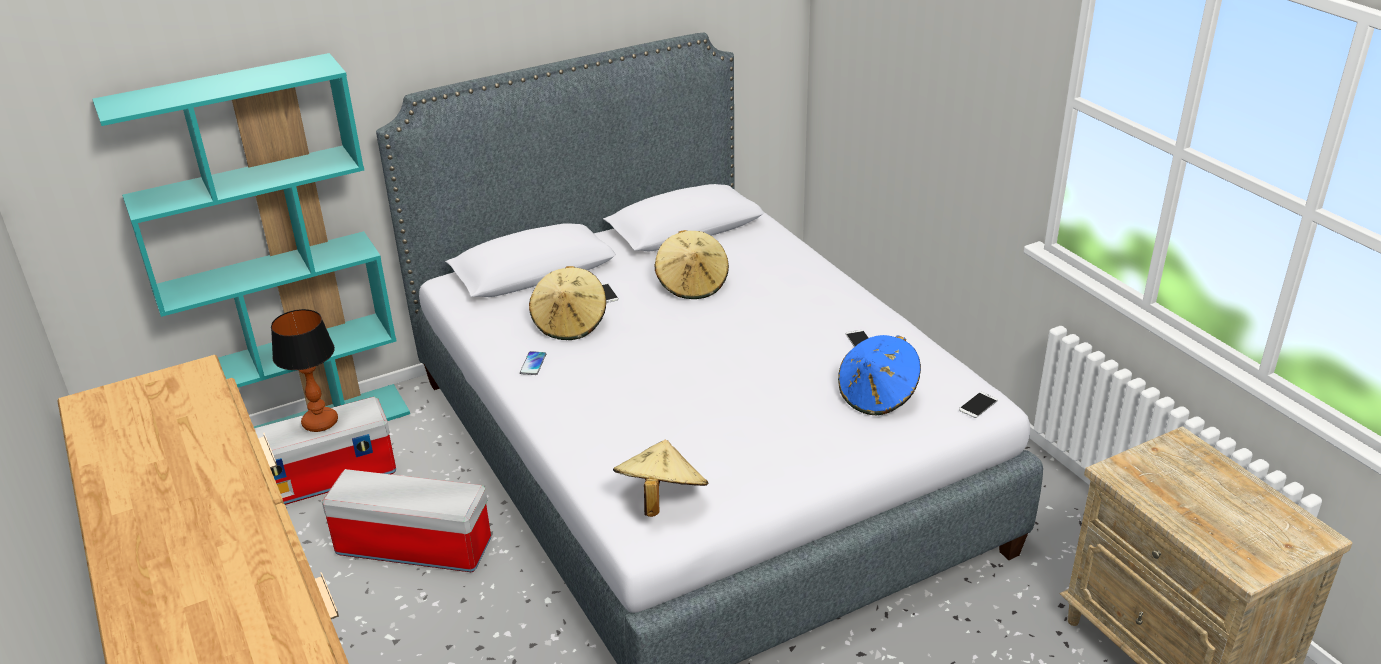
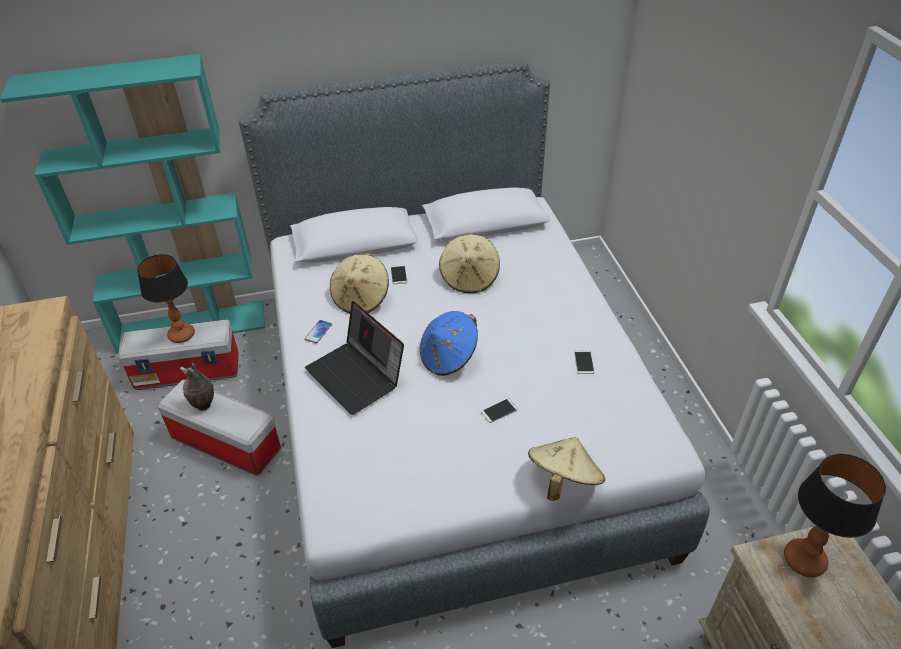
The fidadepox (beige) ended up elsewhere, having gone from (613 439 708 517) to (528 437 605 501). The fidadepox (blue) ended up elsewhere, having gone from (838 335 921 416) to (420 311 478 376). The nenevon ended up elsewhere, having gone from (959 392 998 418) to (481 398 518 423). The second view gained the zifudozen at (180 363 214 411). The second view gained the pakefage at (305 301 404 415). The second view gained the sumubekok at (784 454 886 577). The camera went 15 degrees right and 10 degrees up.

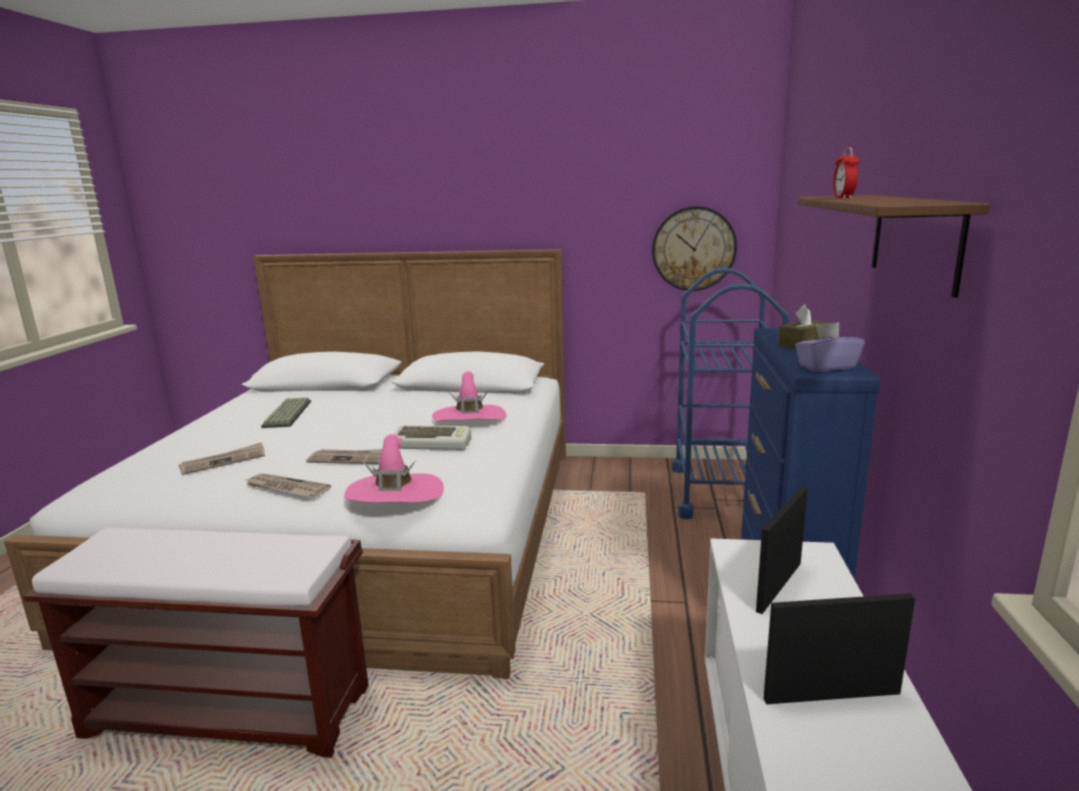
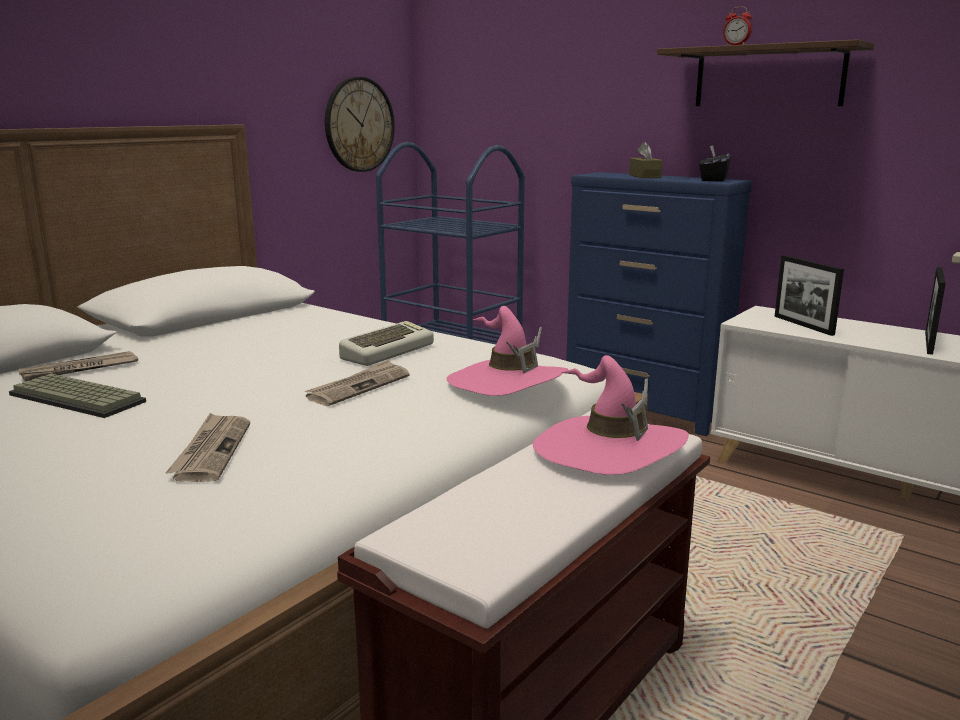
The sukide ended up elsewhere, having gone from (246 474 331 497) to (18 351 138 381). The fidadepox (pink) ended up elsewhere, having gone from (432 371 507 421) to (533 355 689 475). What was the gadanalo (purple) at (795 322 865 372) turned into the gadanalo (black) at (699 145 730 182). The camera went 60 degrees left and 0 degrees up.

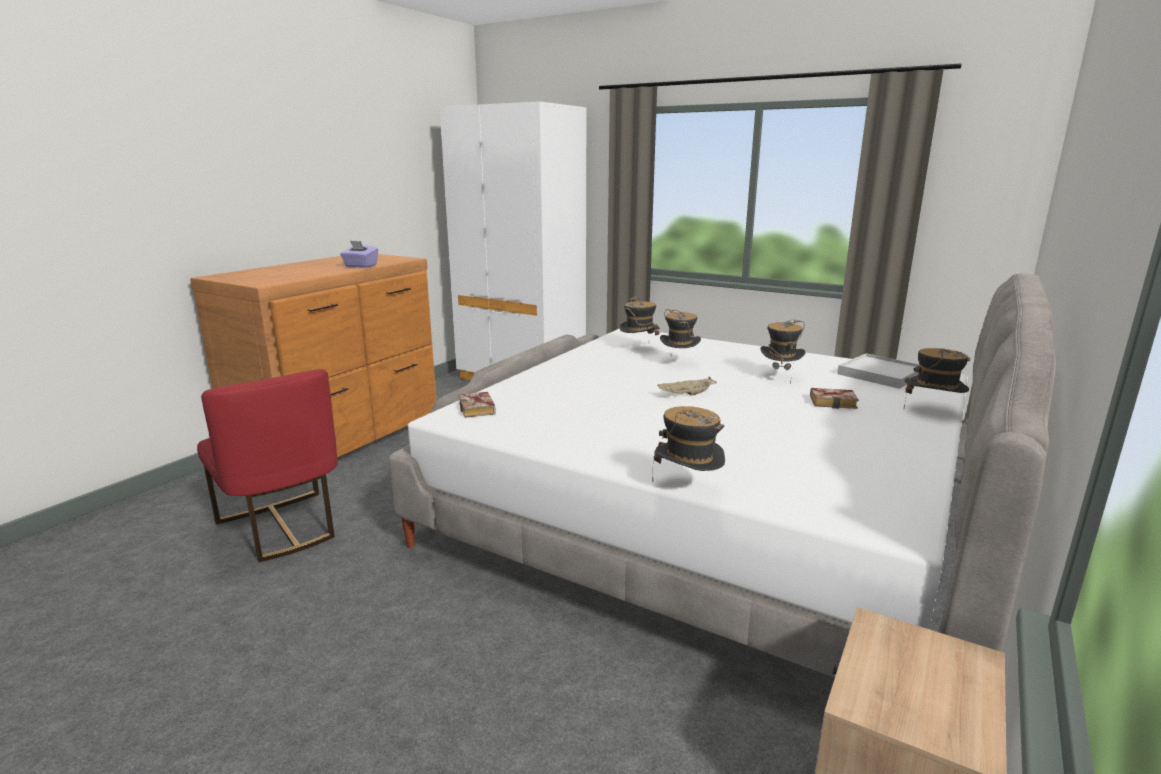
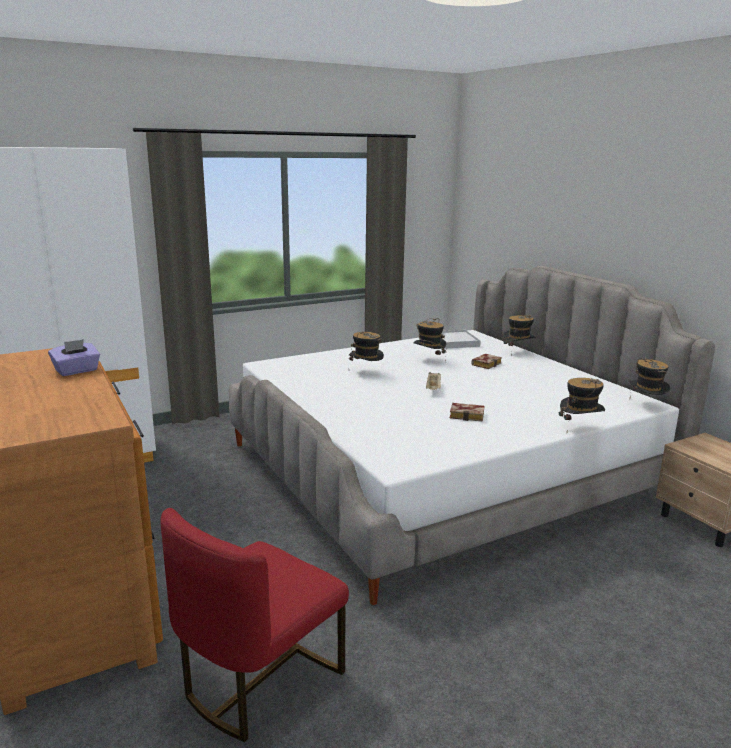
The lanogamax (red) at (197 369 338 562) ended up facing another way, 135 degrees clockwise from before. The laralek ended up elsewhere, having gone from (459 392 496 418) to (450 403 484 422). The fidadepox ended up elsewhere, having gone from (620 296 660 336) to (629 358 671 395). The camera went 60 degrees left and 0 degrees up.

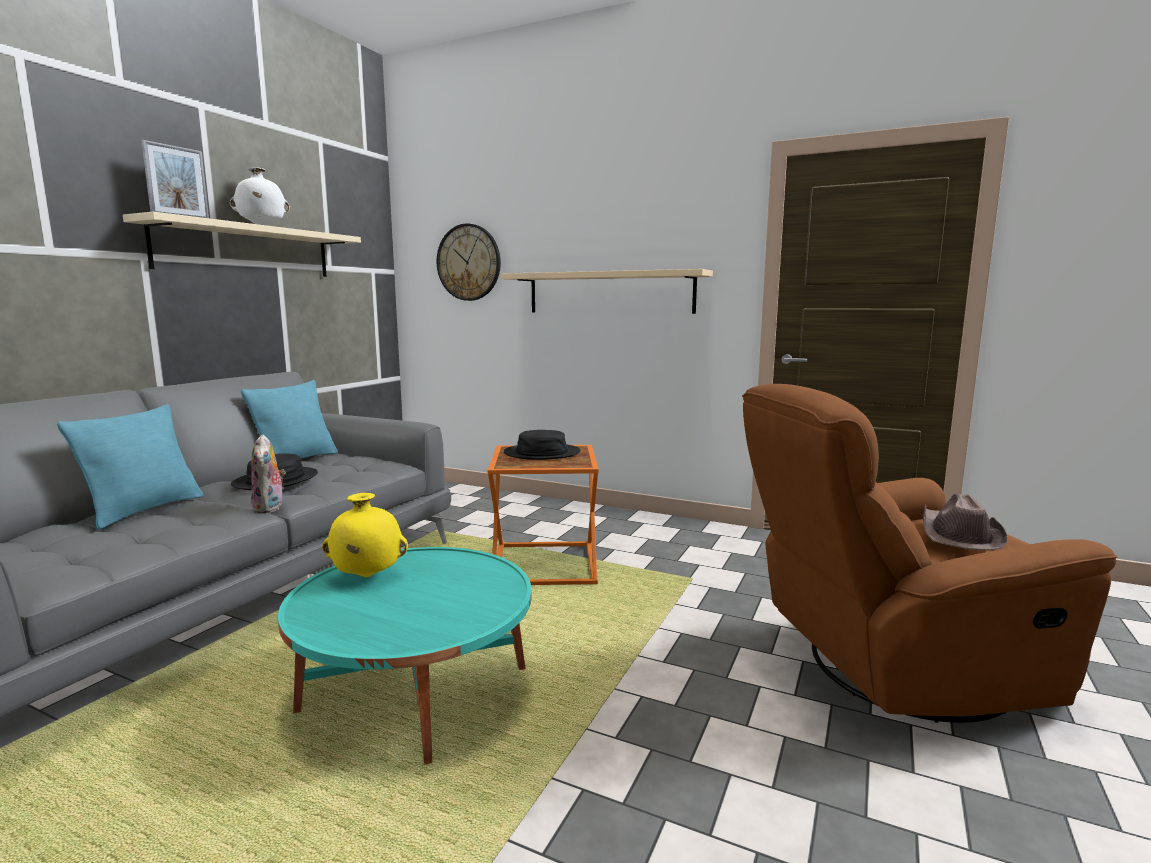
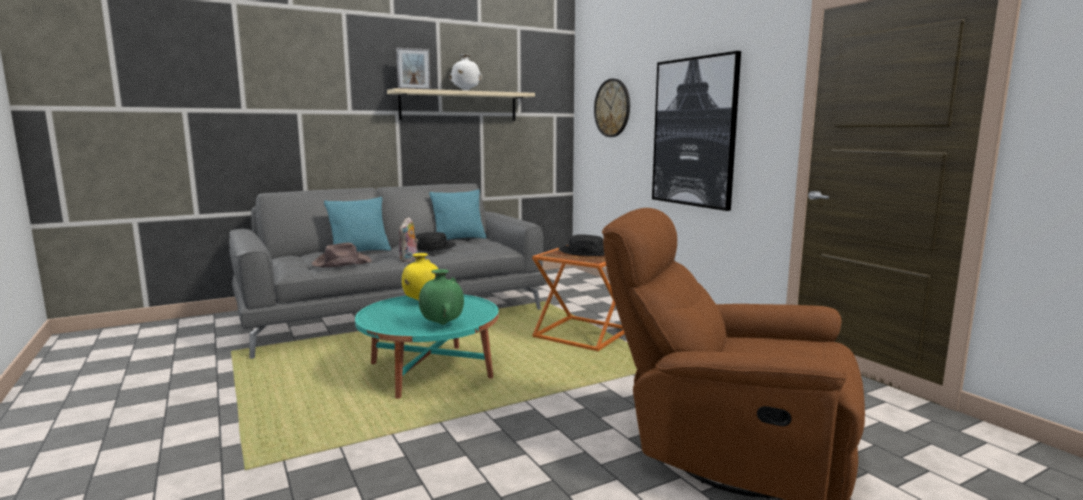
Where the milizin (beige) hung at (501 269 713 314), the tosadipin came to hang at (652 51 741 211). The fidadepox (brown) ended up elsewhere, having gone from (923 493 1008 551) to (312 242 371 267). The second view gained the zifudozen (green) at (419 269 464 325). The camera went 35 degrees right and 0 degrees up.

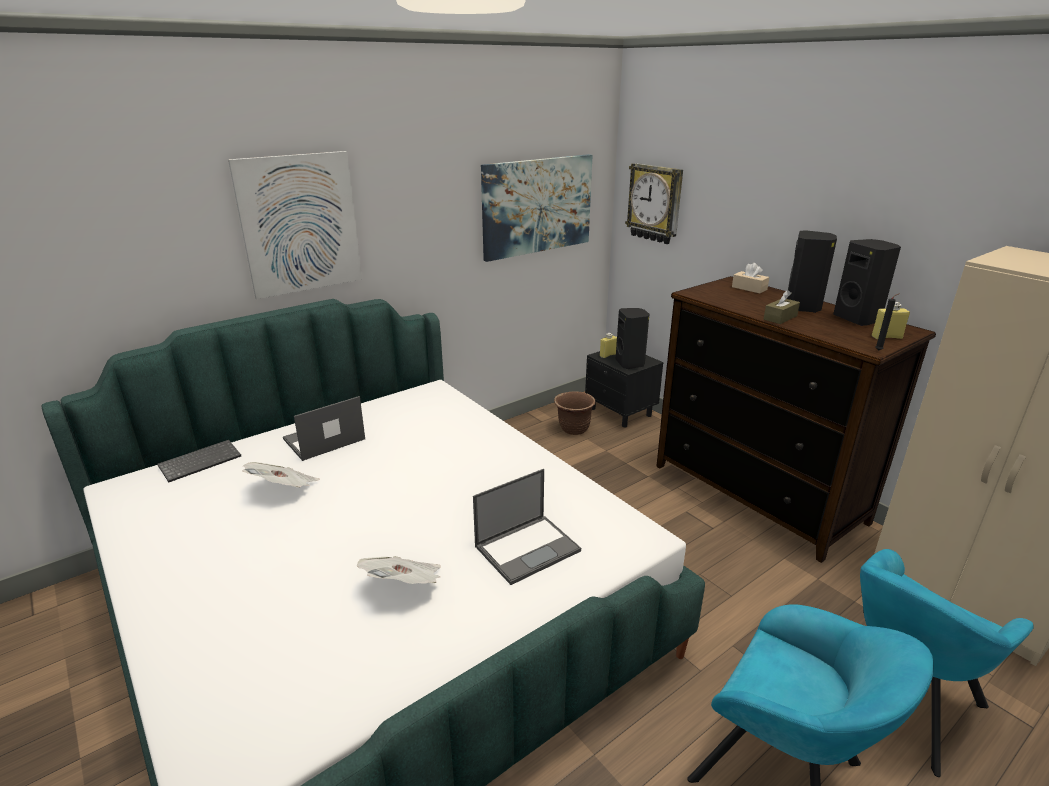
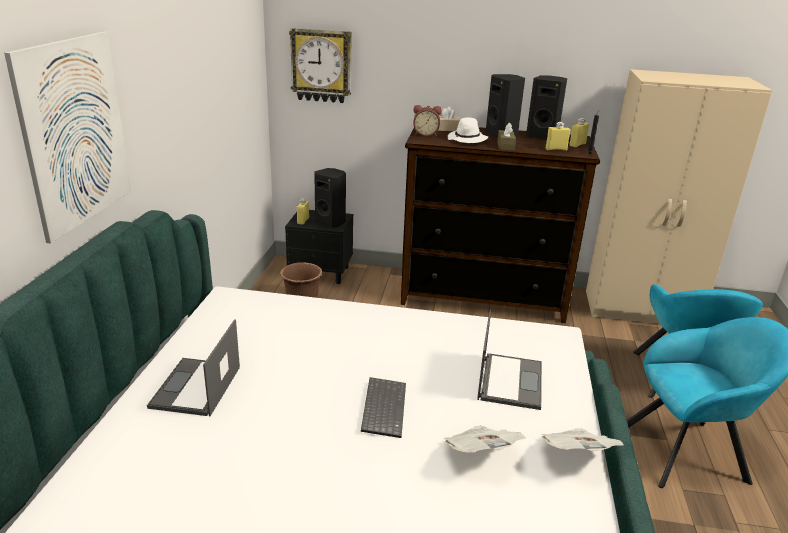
The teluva ended up elsewhere, having gone from (157 440 241 482) to (361 377 406 438). The sukide ended up elsewhere, having gone from (243 462 320 487) to (541 428 624 451). The second view lost the tosadipin at (481 154 593 262). The second view gained the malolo at (413 105 442 136). The second view gained the fidadepox (white) at (448 117 488 143). The second view gained the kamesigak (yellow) at (546 122 570 151). The camera went 45 degrees left and 0 degrees up.

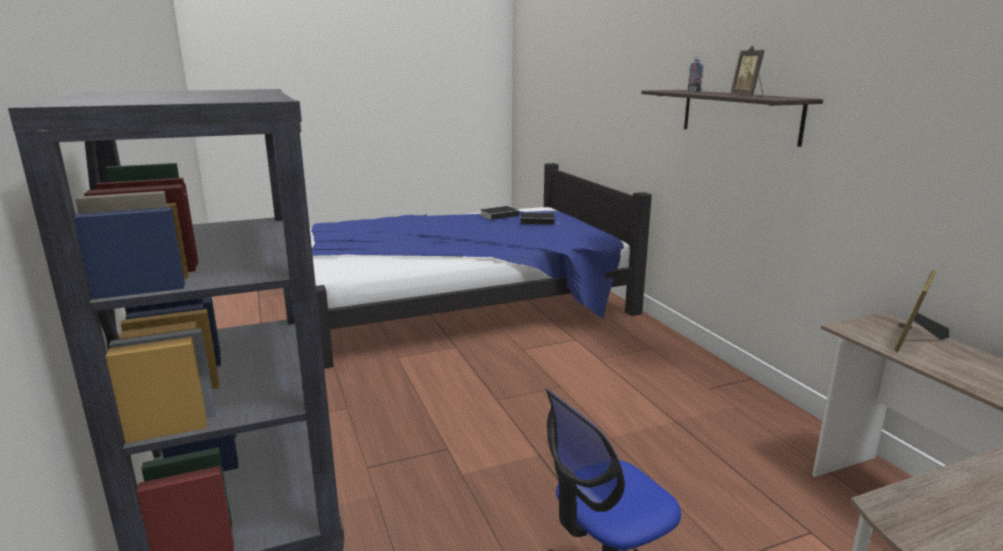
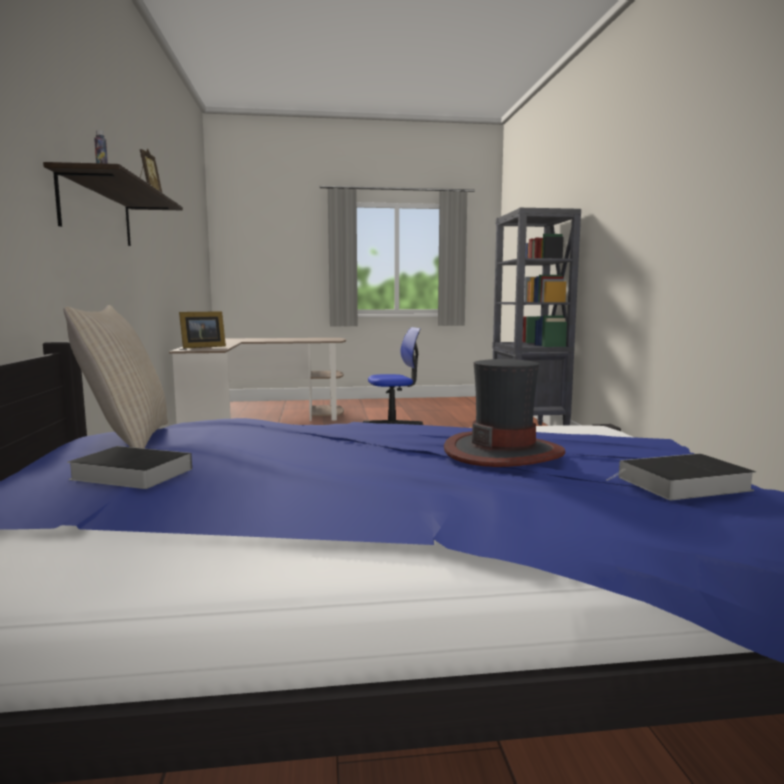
The laralek ended up elsewhere, having gone from (480 206 519 220) to (606 453 756 500). The second view gained the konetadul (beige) at (63 305 168 448). The second view gained the fidadepox at (444 359 565 467). The camera went 165 degrees left and 10 degrees down.

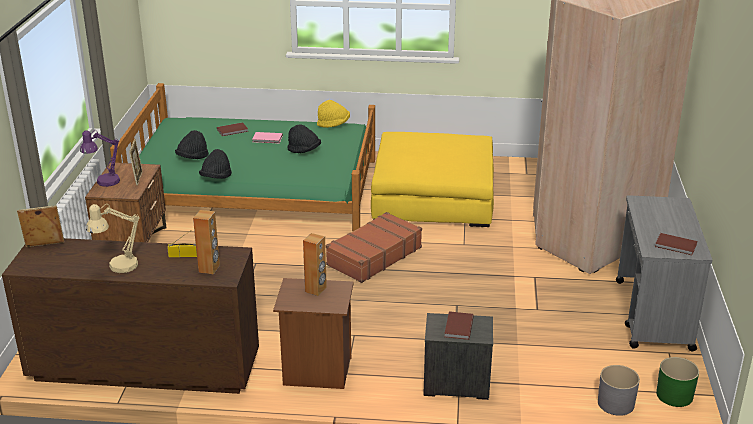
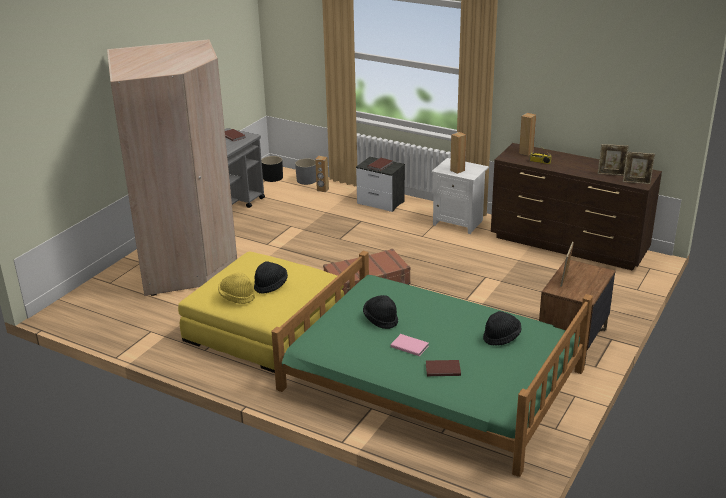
The second view lost the sumubekok (purple) at (80 130 120 187). The second view lost the sumubekok (beige) at (86 204 140 273). The fidadepox (black) ended up elsewhere, having gone from (199 149 232 179) to (254 262 288 294). What was the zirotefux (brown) at (273 278 354 389) turned into the zirotefux (white) at (431 158 489 234). The fidadepox (yellow) ended up elsewhere, having gone from (317 100 350 128) to (218 272 255 304). What was the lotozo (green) at (656 357 699 407) turned into the lotozo (black) at (261 156 283 182). The second view gained the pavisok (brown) at (315 156 329 192). The second view gained the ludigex at (598 144 629 176). The camera went 155 degrees left and 0 degrees up.

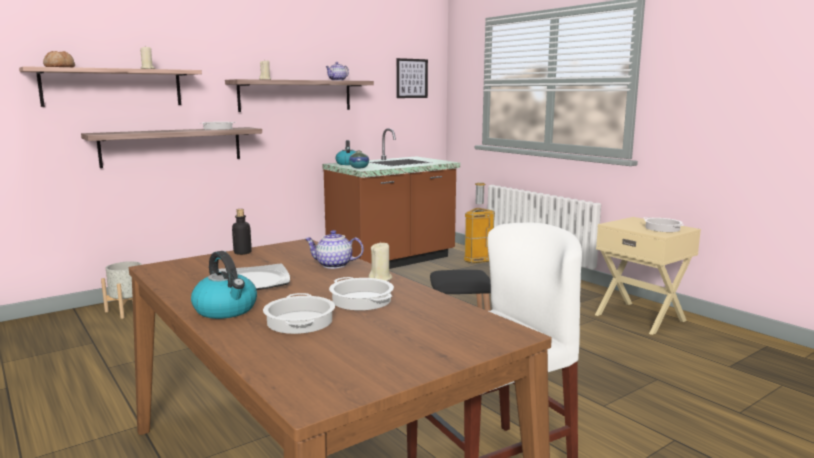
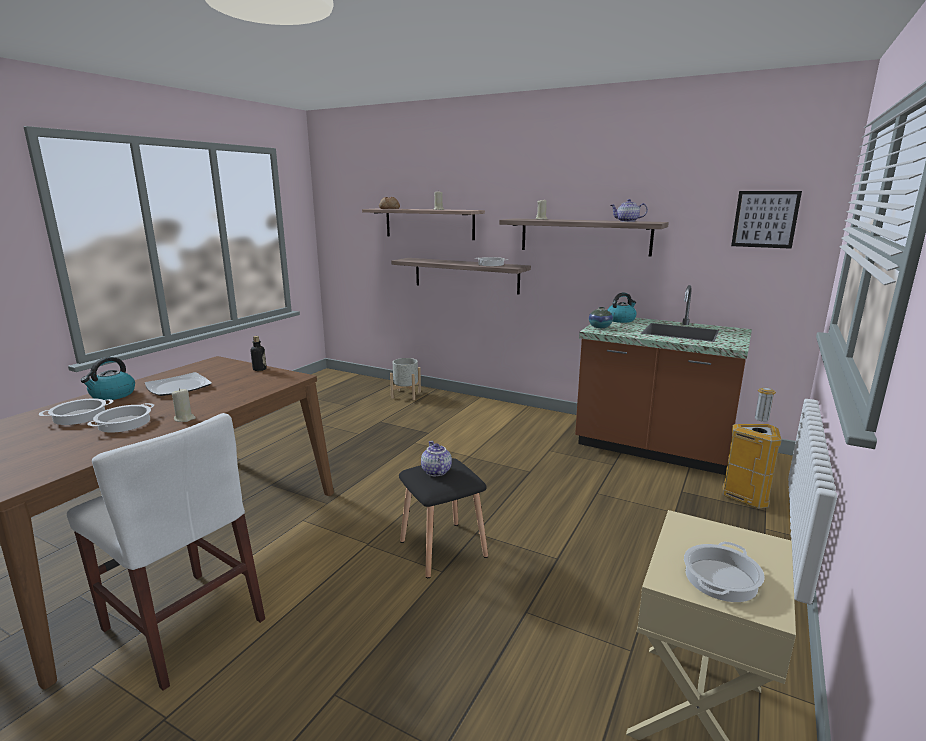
The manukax ended up elsewhere, having gone from (305 230 364 269) to (421 441 452 476). The camera went 65 degrees right and 5 degrees up.

